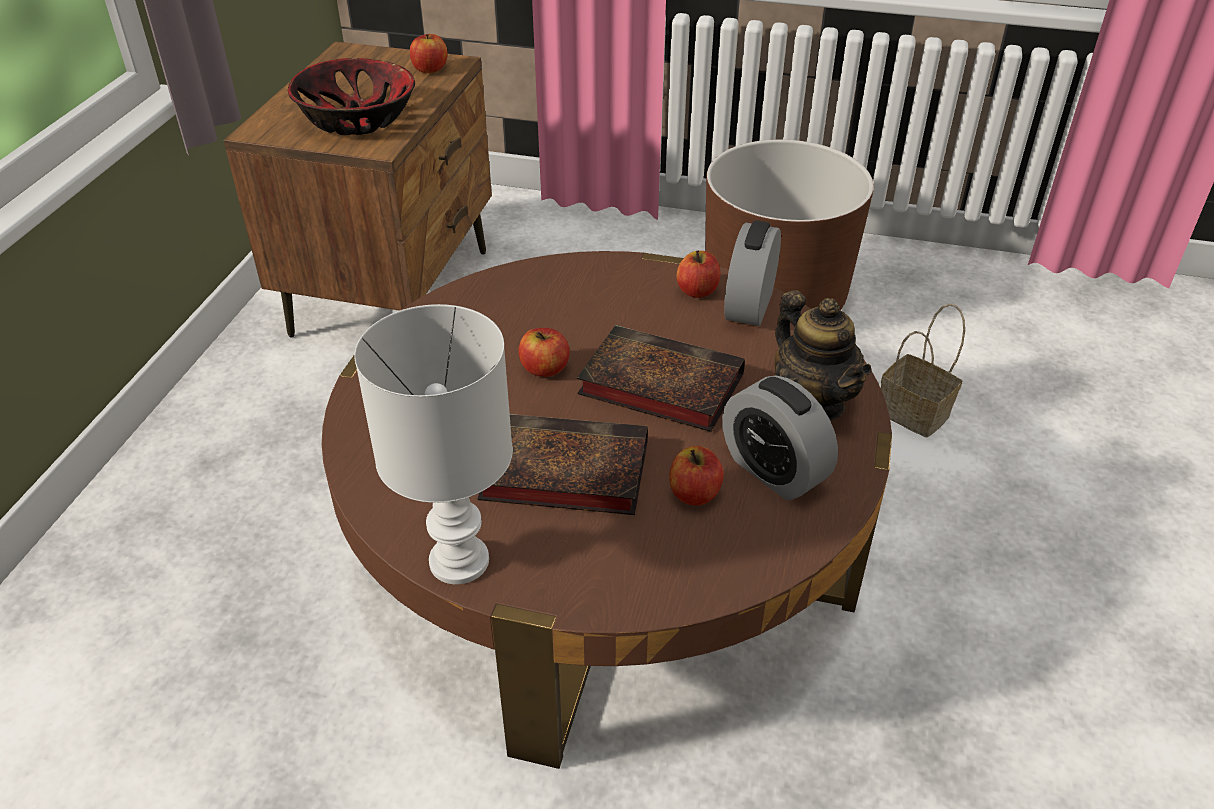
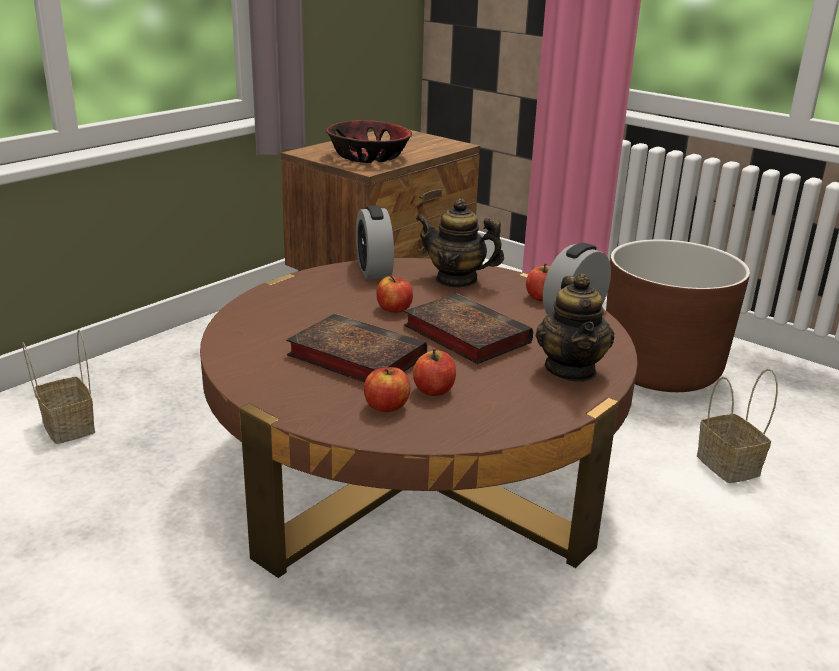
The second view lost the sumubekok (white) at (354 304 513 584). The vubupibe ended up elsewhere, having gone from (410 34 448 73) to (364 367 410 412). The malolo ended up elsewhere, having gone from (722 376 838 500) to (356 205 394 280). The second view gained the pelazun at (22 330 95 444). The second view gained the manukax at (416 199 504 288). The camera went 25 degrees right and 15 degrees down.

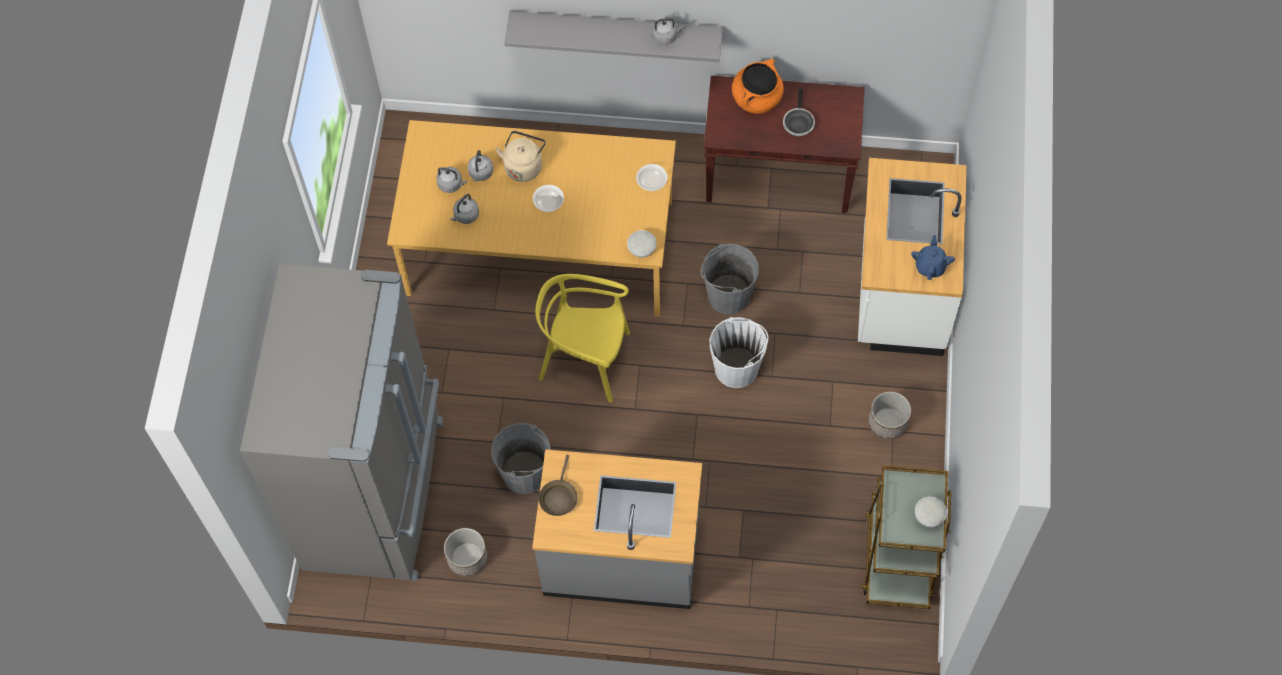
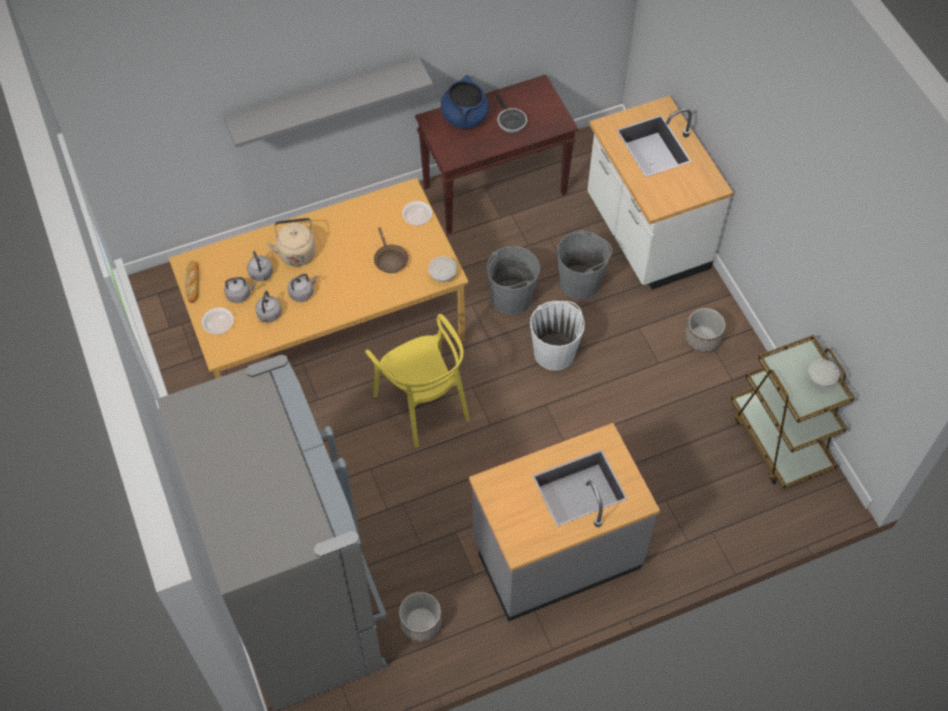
The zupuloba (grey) ended up elsewhere, having gone from (491 423 551 494) to (557 230 612 300). The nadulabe ended up elsewhere, having gone from (533 185 564 212) to (202 307 234 334). The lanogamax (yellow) at (535 274 630 403) ended up facing another way, 105 degrees counterclockwise from before. The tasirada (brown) ended up elsewhere, having gone from (539 455 577 516) to (374 227 408 273). The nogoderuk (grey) ended up elsewhere, having gone from (651 18 685 45) to (287 274 318 302). What was the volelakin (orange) at (732 59 784 114) turned into the volelakin (blue) at (441 75 489 129). The second view lost the manukax (blue) at (911 235 955 280). The second view gained the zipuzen at (185 260 199 303). The camera went 30 degrees left and 5 degrees down.

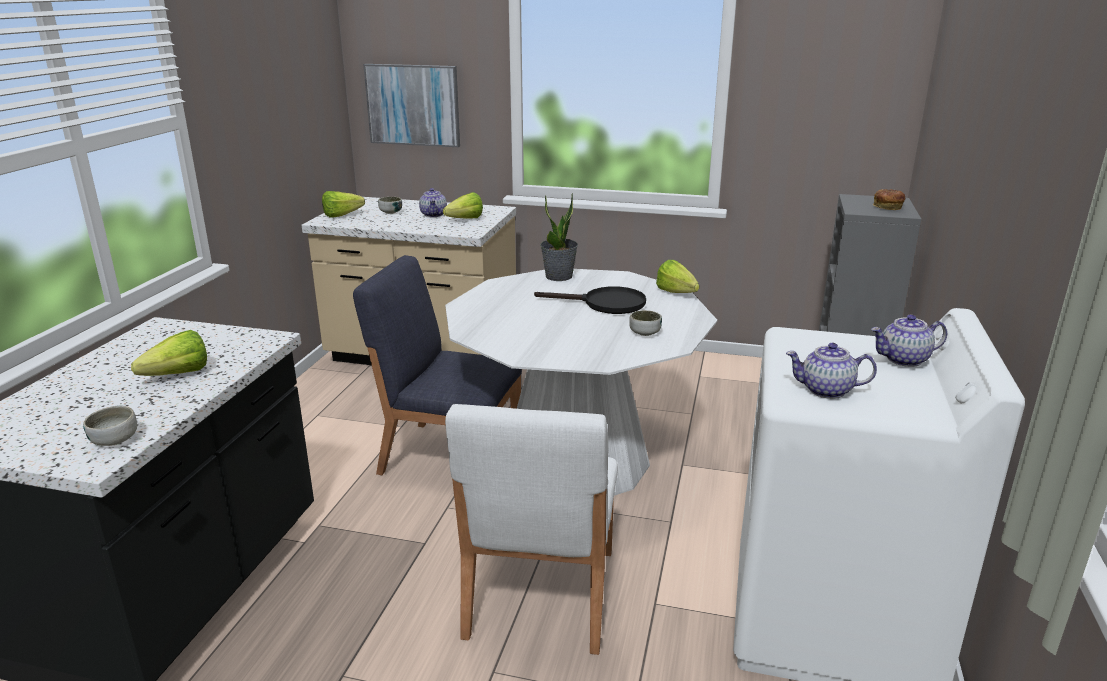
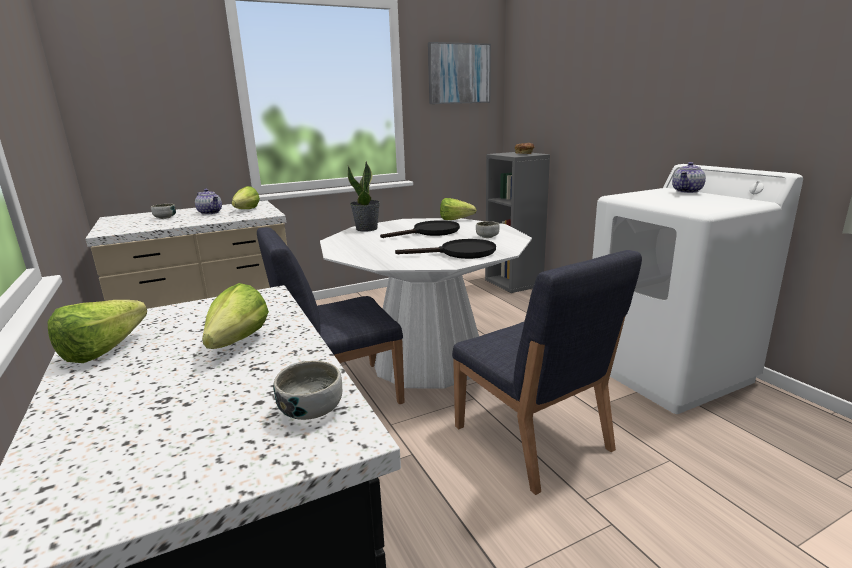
The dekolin ended up elsewhere, having gone from (322 191 365 218) to (48 300 147 363). The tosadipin ended up elsewhere, having gone from (363 64 460 147) to (428 42 491 104). What was the lanogamax (white) at (445 404 618 655) turned into the lanogamax (blue) at (452 250 642 495). The second view lost the manukax at (786 343 877 399). The second view gained the tasirada (black) at (395 239 496 259). The camera went 40 degrees left and 5 degrees down.

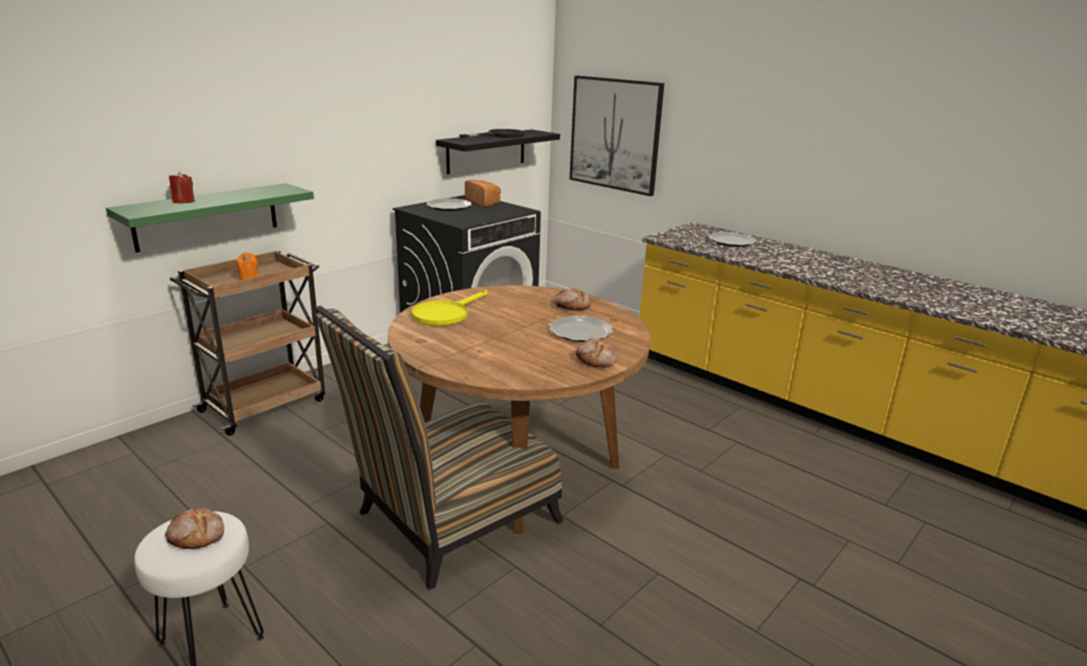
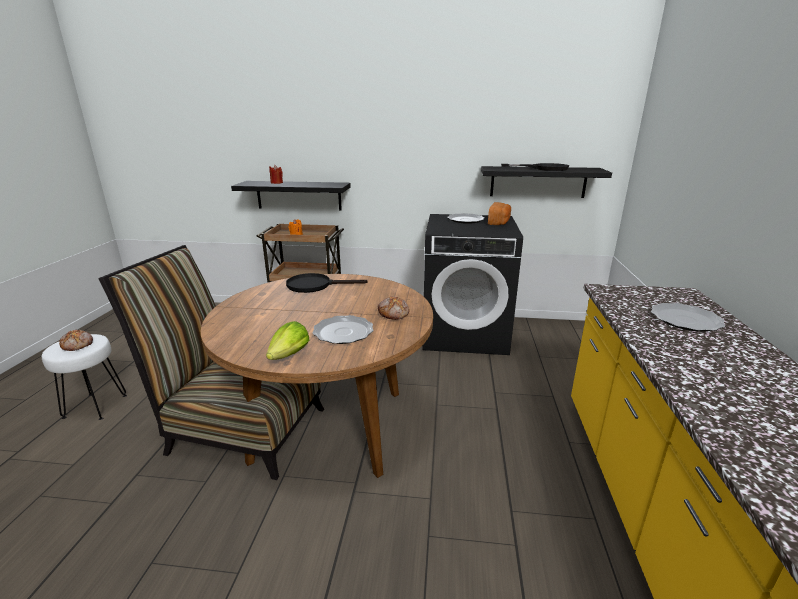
What was the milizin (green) at (106 183 314 253) turned into the milizin (black) at (231 181 351 210). What was the tasirada (yellow) at (412 290 487 326) turned into the tasirada (black) at (286 273 368 293). The second view lost the tosadipin at (570 76 664 196). Where the zipuzen stood at (576 338 617 368), the dekolin came to stand at (266 321 309 360). The camera went 55 degrees right and 0 degrees up.

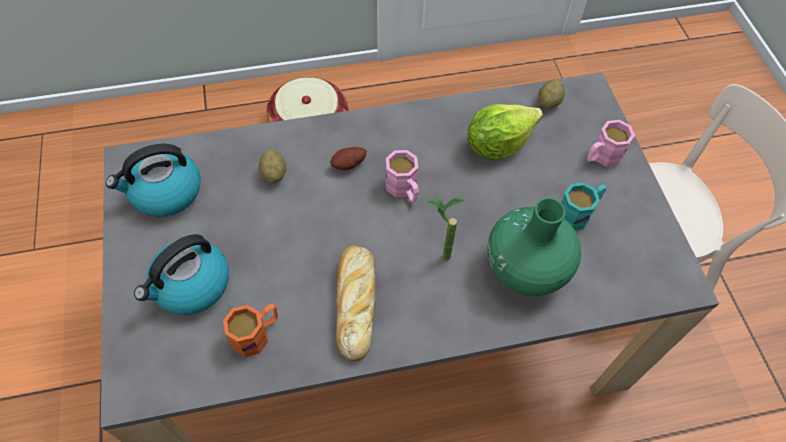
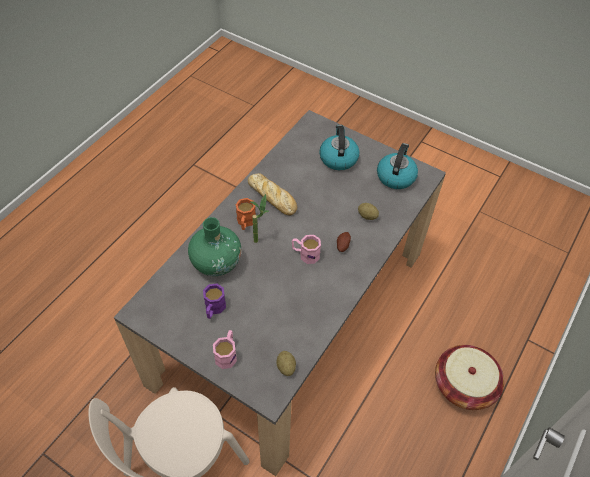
The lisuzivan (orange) ended up elsewhere, having gone from (223 304 278 357) to (236 198 256 230). The second view lost the dekolin at (467 104 543 160). What was the lisuzivan (turquoise) at (561 182 606 230) turned into the lisuzivan (purple) at (203 284 226 319). The camera went 135 degrees right and 5 degrees down.

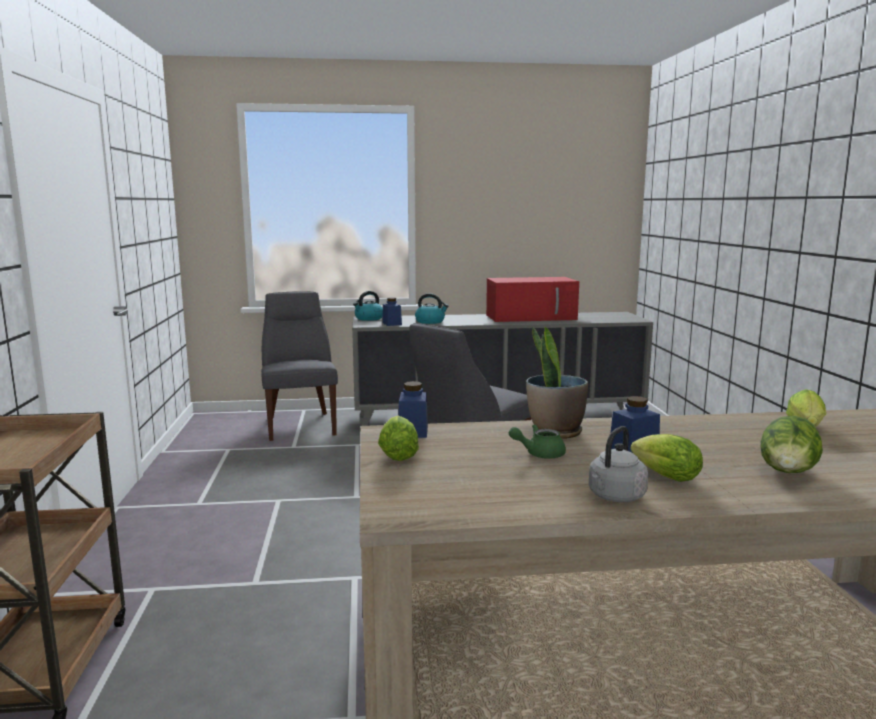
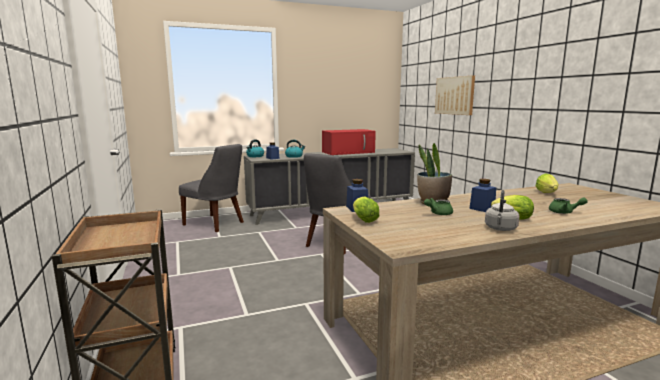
The lanogamax (grey) at (261 291 338 441) ended up facing another way, 150 degrees clockwise from before. Where the dekolin stood at (761 416 823 473), the manukax (green) came to stand at (549 198 588 214). The second view gained the tosadipin at (435 75 475 115). The camera went 15 degrees left and 0 degrees up.

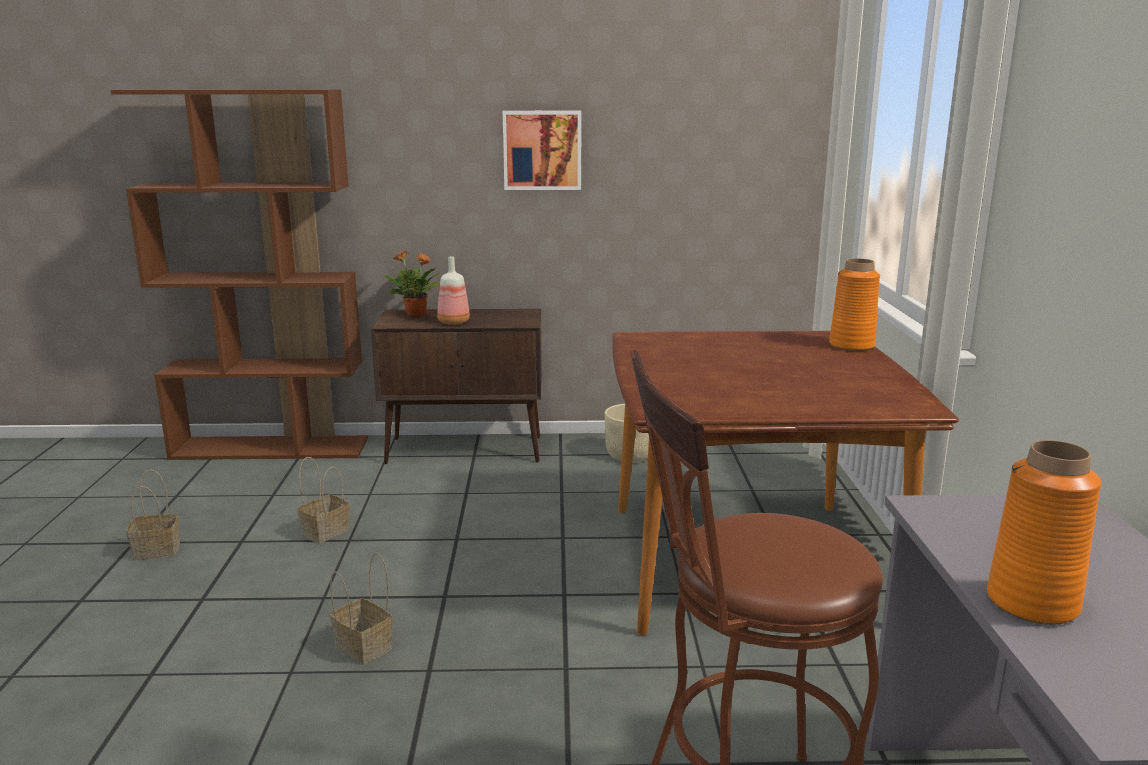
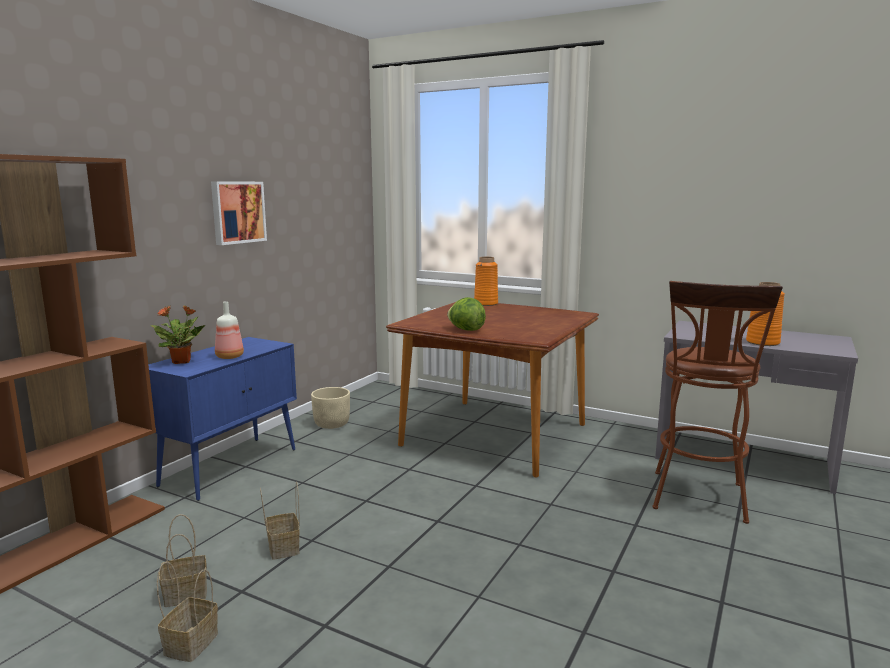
The pelazun ended up elsewhere, having gone from (330 552 393 665) to (159 514 207 607). What was the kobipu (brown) at (371 309 542 464) turned into the kobipu (blue) at (148 337 297 501). The second view gained the dekolin at (447 297 486 331). The camera went 60 degrees left and 5 degrees down.

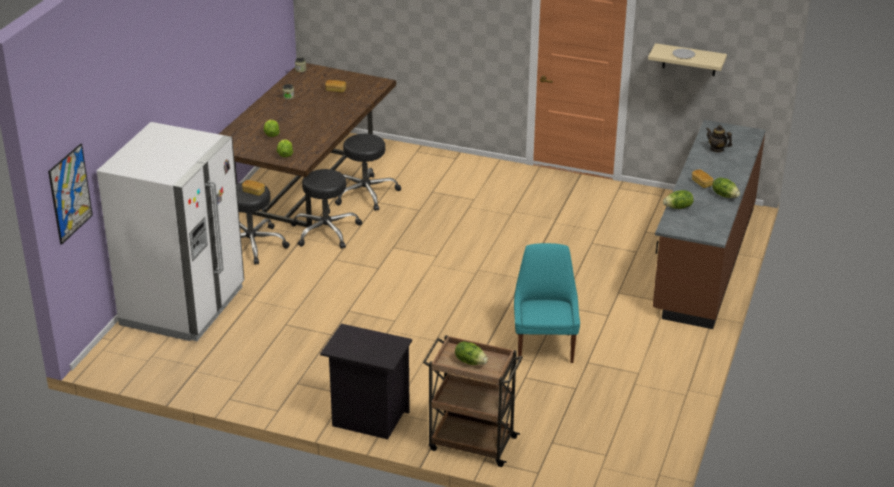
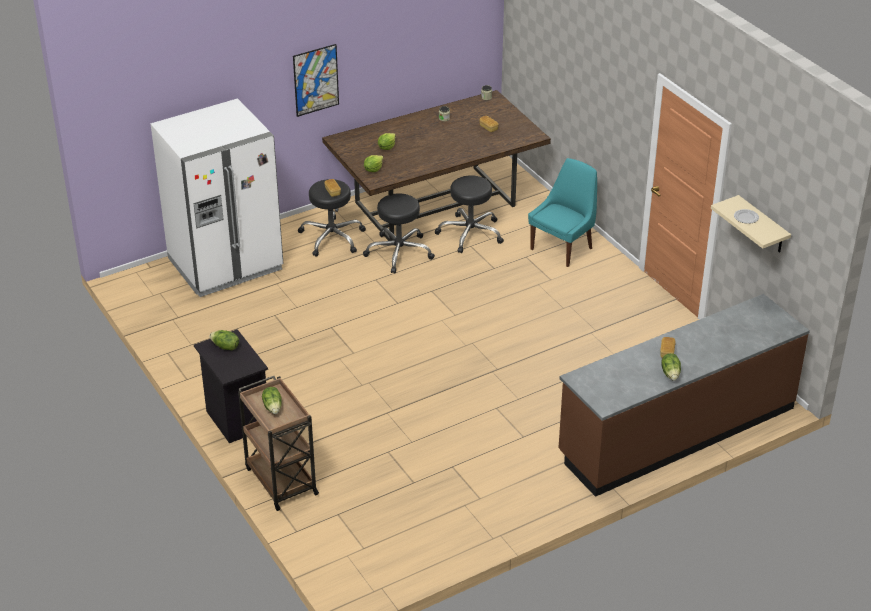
The tosadipin ended up elsewhere, having gone from (48 143 93 245) to (293 44 339 117). The lanogamax (turquoise) ended up elsewhere, having gone from (514 243 580 363) to (528 158 597 267). The dekolin ended up elsewhere, having gone from (663 190 694 209) to (210 330 239 350). The second view lost the manukax at (706 125 732 153). The camera went 40 degrees right and 5 degrees up.

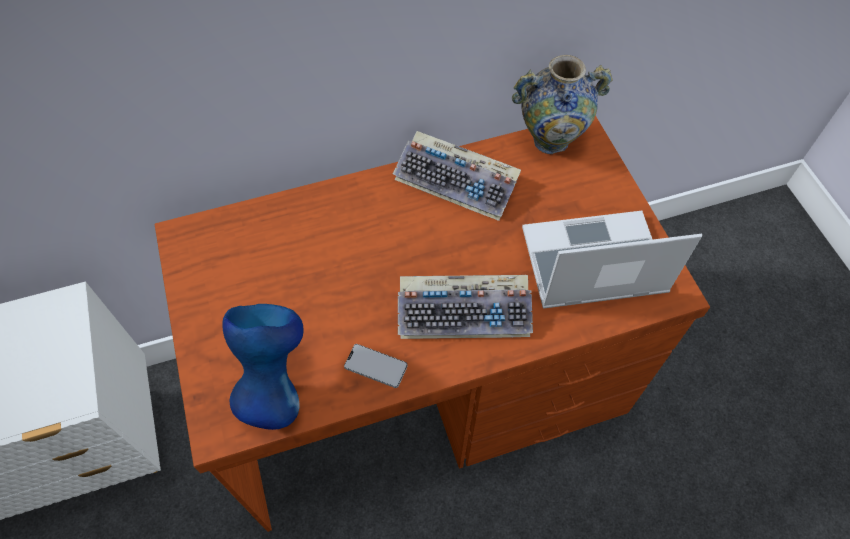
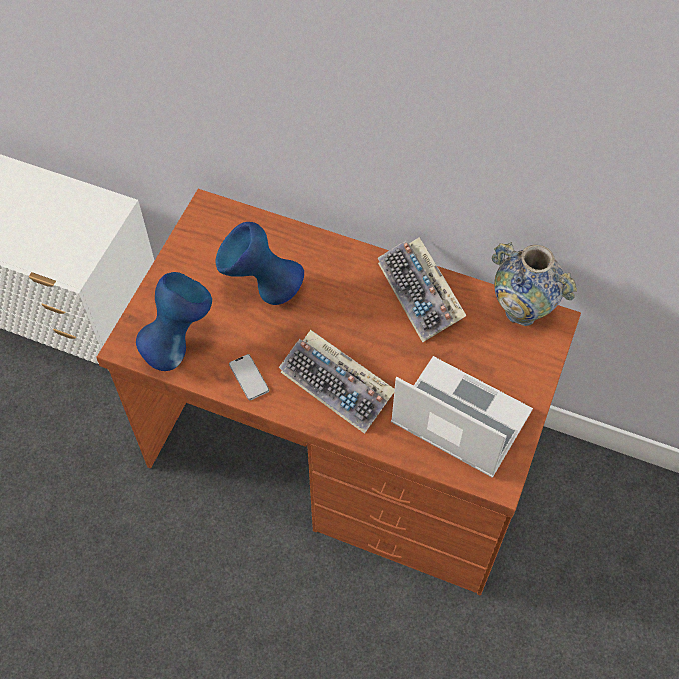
The second view gained the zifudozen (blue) at (216 222 304 305). The camera went 40 degrees right and 0 degrees up.

